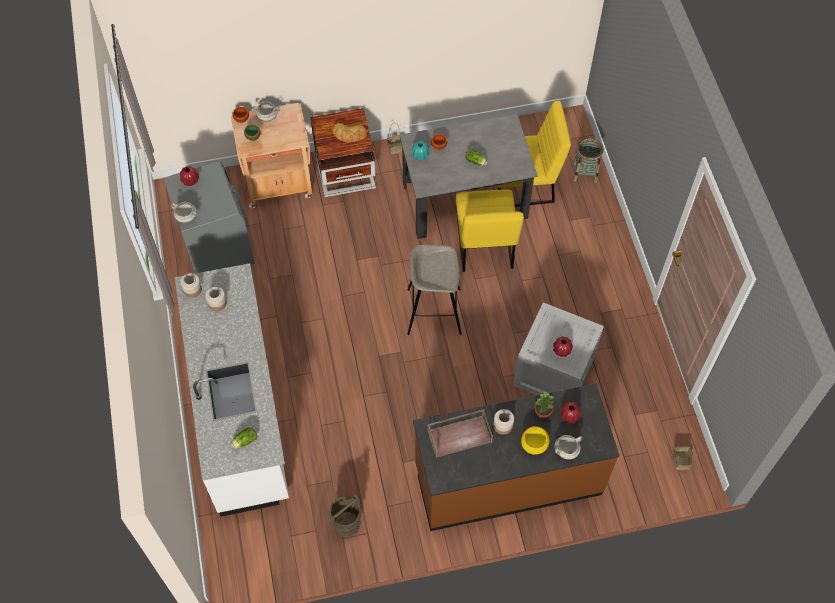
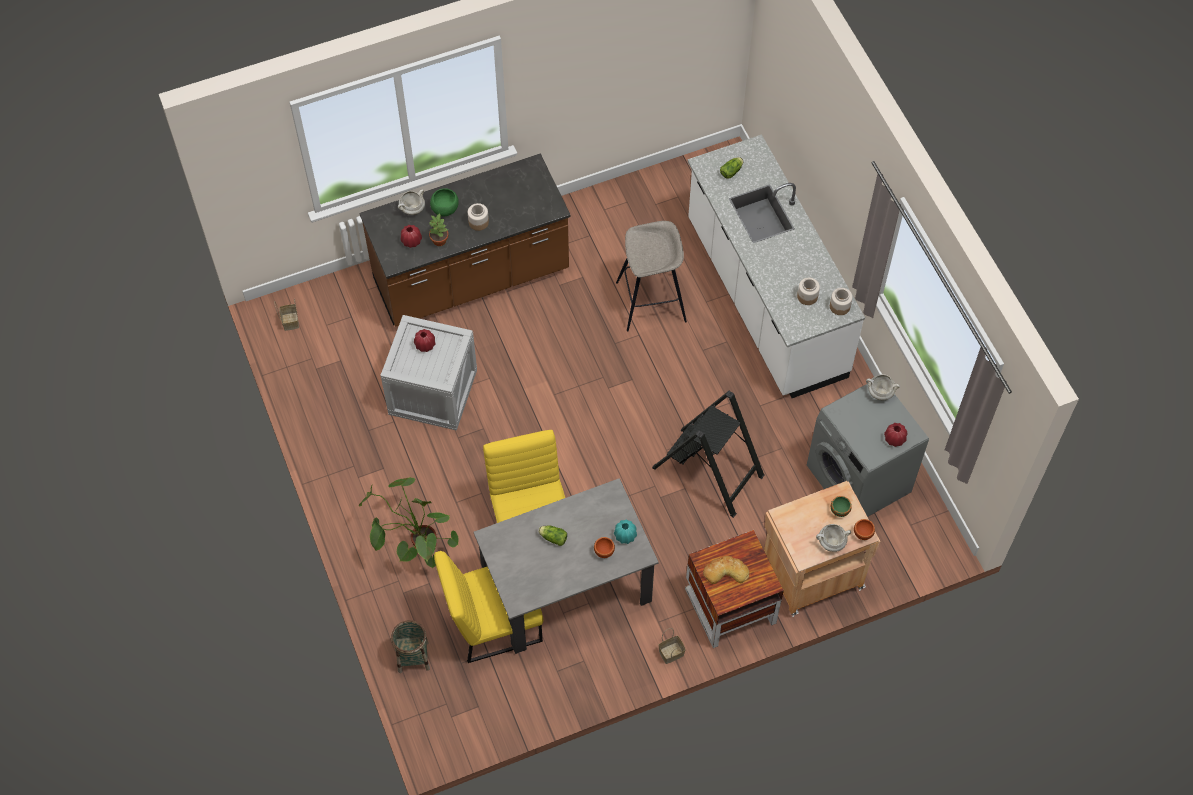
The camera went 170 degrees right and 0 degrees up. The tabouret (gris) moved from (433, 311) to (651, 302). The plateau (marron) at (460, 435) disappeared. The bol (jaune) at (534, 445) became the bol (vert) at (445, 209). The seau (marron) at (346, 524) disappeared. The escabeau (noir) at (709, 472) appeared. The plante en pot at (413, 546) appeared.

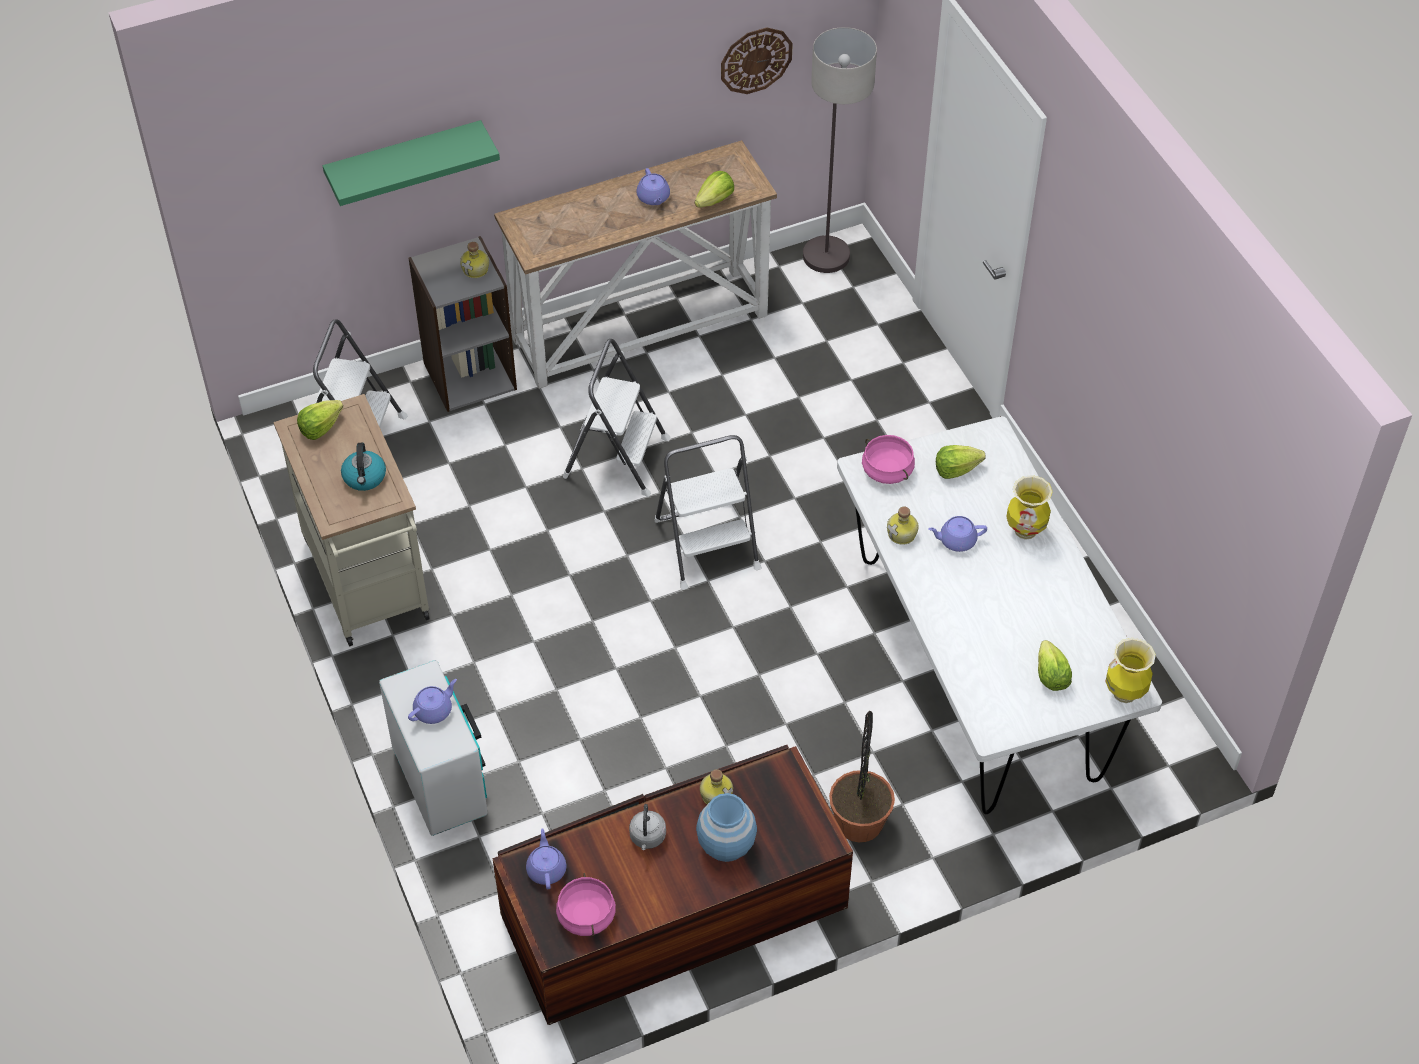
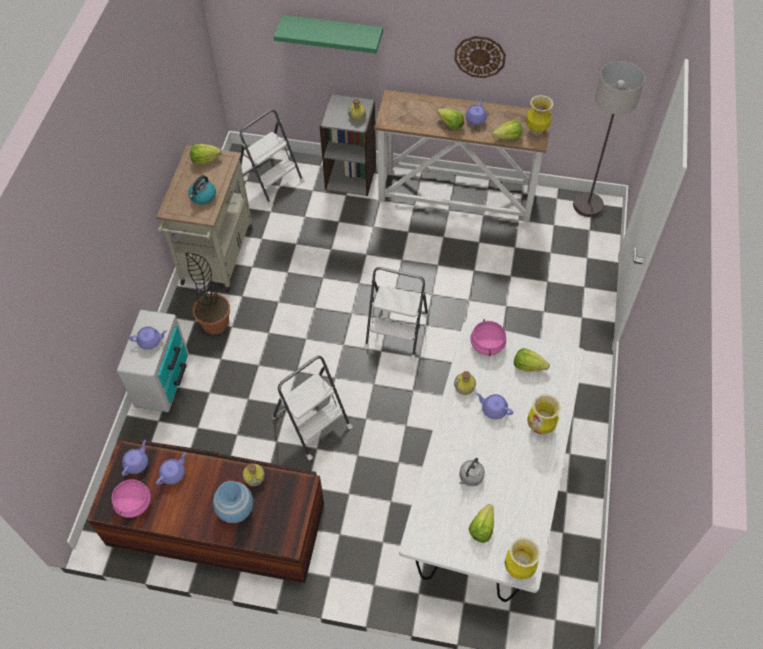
The camera went 35 degrees right and 5 degrees up. The horloge murale moved from (755, 60) to (480, 56). The escabeau (blanc) moved from (612, 456) to (310, 420). The plante en pot moved from (859, 822) to (215, 323). The bouilloire (gris) moved from (647, 838) to (470, 477). The vase at (536, 131) appeared. The laitue at (450, 125) appeared. The théière (violet) at (173, 473) appeared.

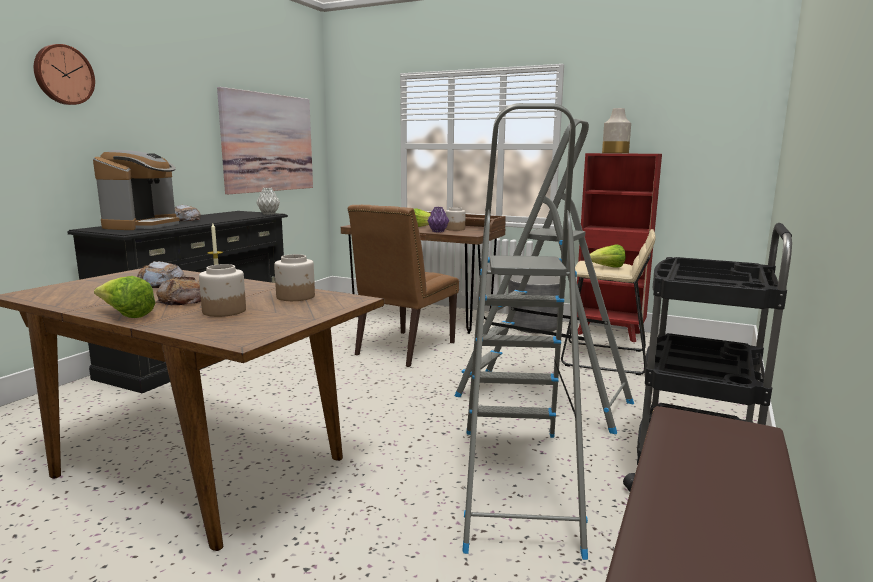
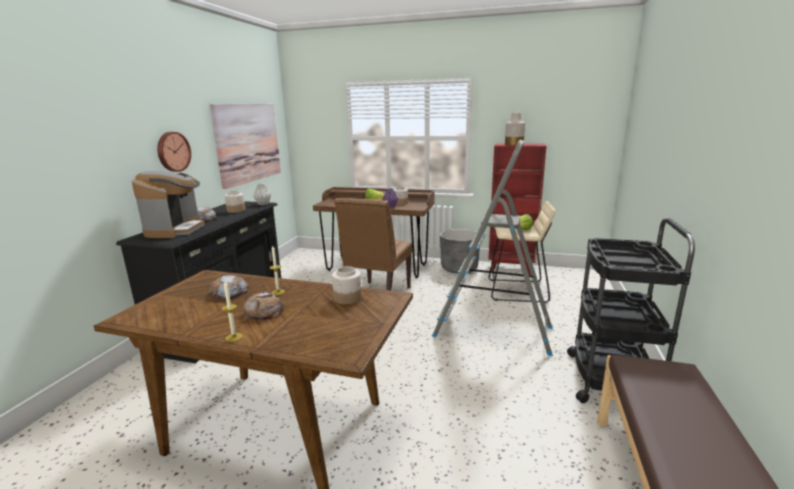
The camera went 10 degrees left and 5 degrees up. The horloge murale moved from (63, 75) to (172, 151). The escabeau (gris) at (515, 482) disappeared. The bocal moved from (224, 311) to (236, 210). The laitue at (126, 315) was replaced by the bougie at (234, 337).

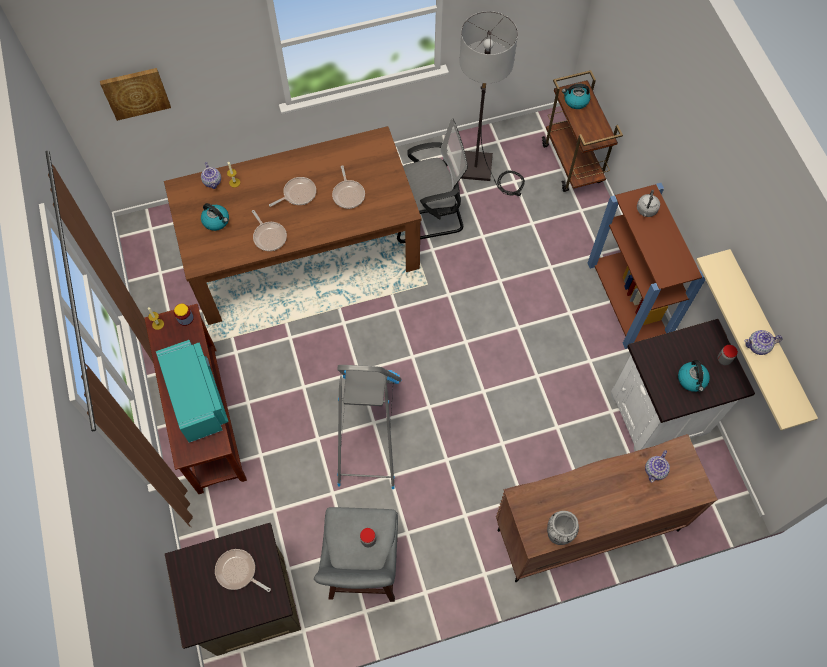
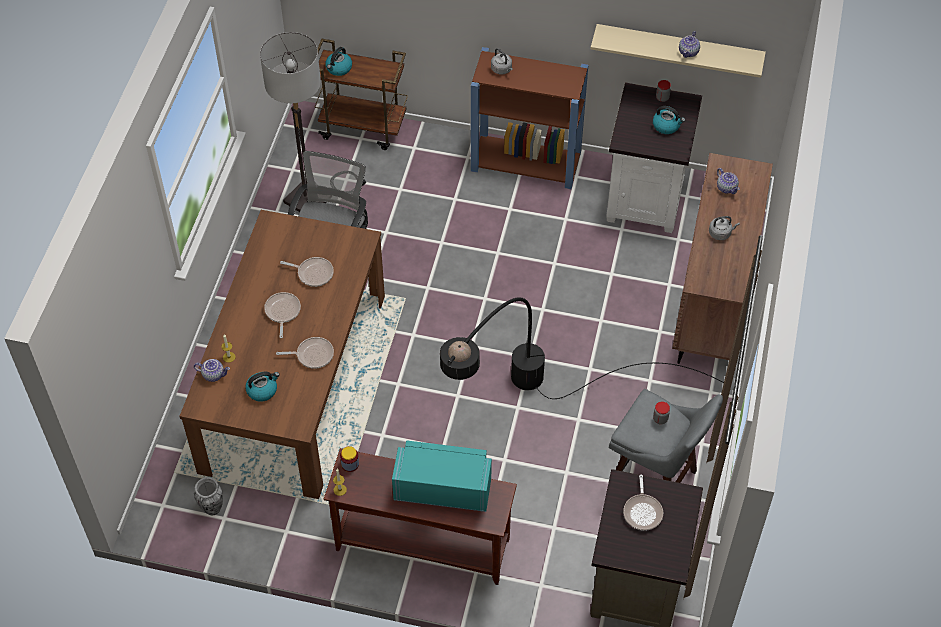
The camera went 60 degrees left and 10 degrees down. The tableau at (135, 92) disappeared. The escabeau (gris) at (370, 429) was replaced by the lampadaire (noir) at (523, 413). The vase moved from (558, 535) to (212, 508). The poêle at (238, 572) turned 60 degrees counterclockwise. The bouilloire (gris) at (721, 233) appeared.

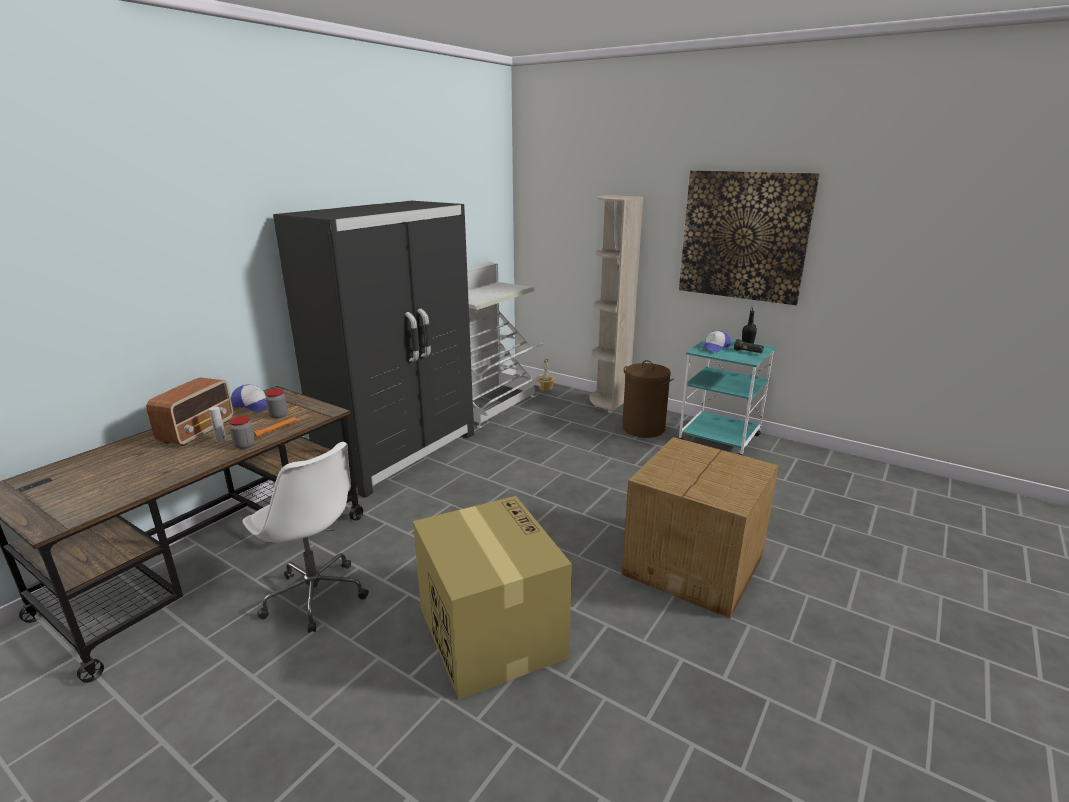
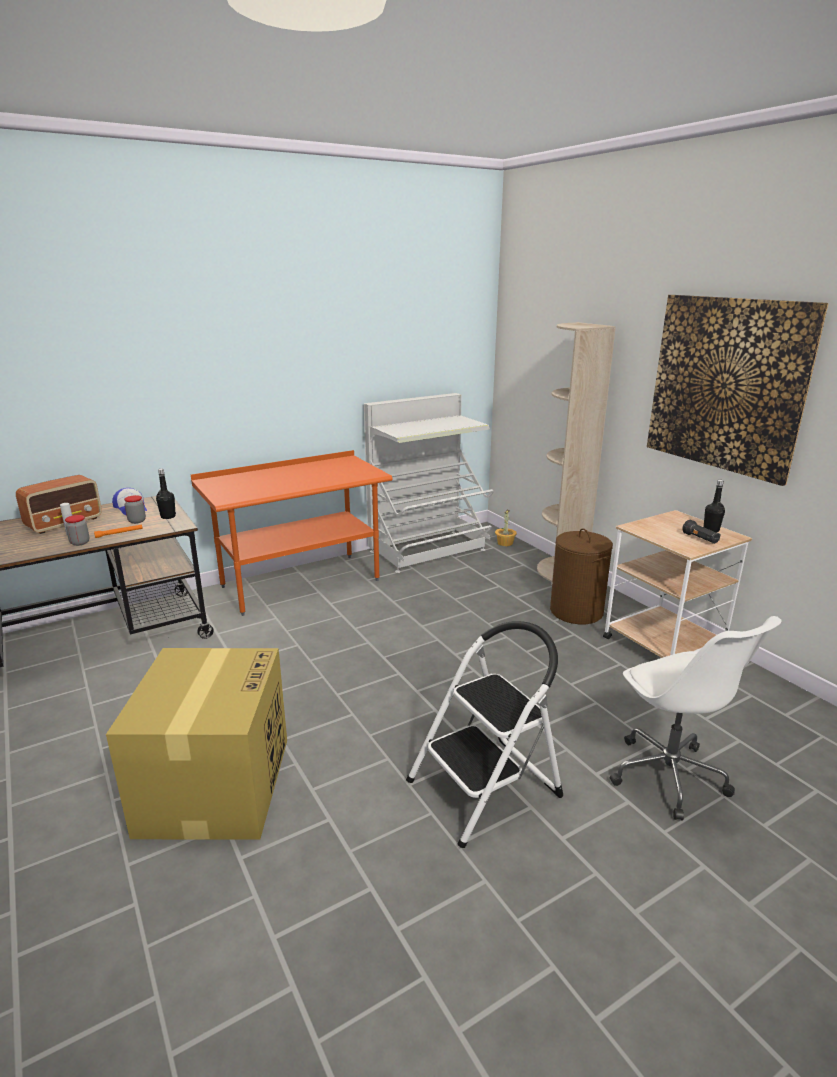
The camera went 25 degrees right and 0 degrees up. The meuble de rangement (noir) at (402, 453) was replaced by the bureau (orange) at (300, 583). The casquette at (715, 347) disappeared. The chariot (turquoise) at (720, 439) became the chariot (beige) at (664, 646). The carton at (696, 565) was replaced by the escabeau at (488, 787). The chaise de bureau (blanc) moved from (317, 598) to (670, 778). The bouteille (noir) at (168, 516) appeared.

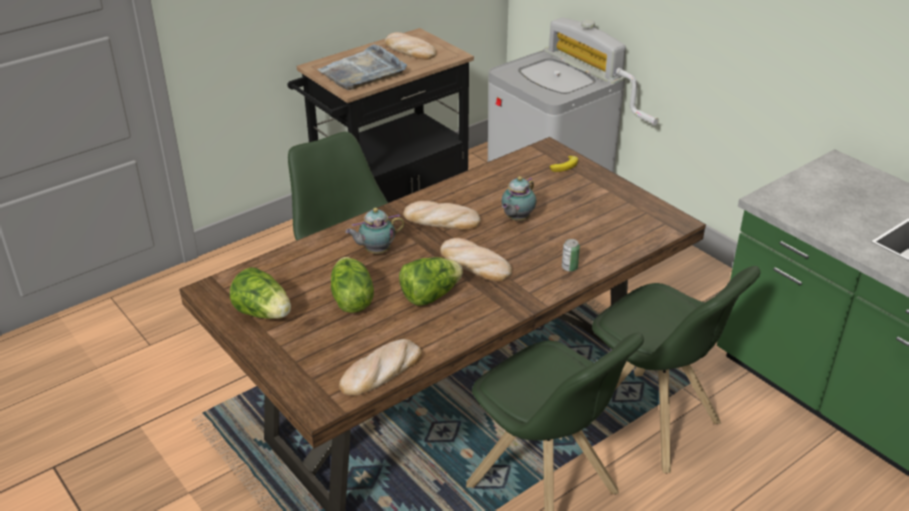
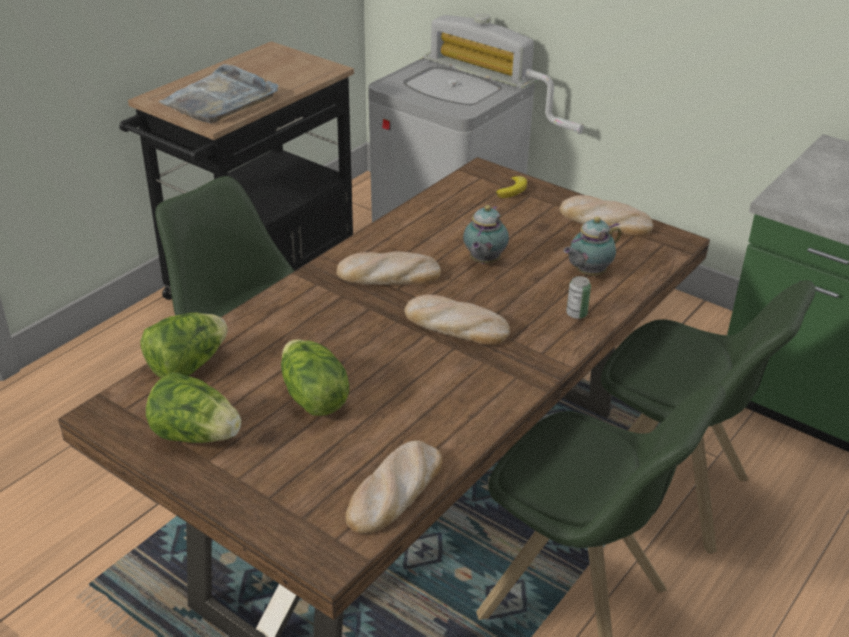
The camera went 15 degrees left and 0 degrees up. The pain moved from (409, 50) to (604, 221). The théière moved from (375, 251) to (588, 273). The laitue moved from (430, 296) to (187, 366).

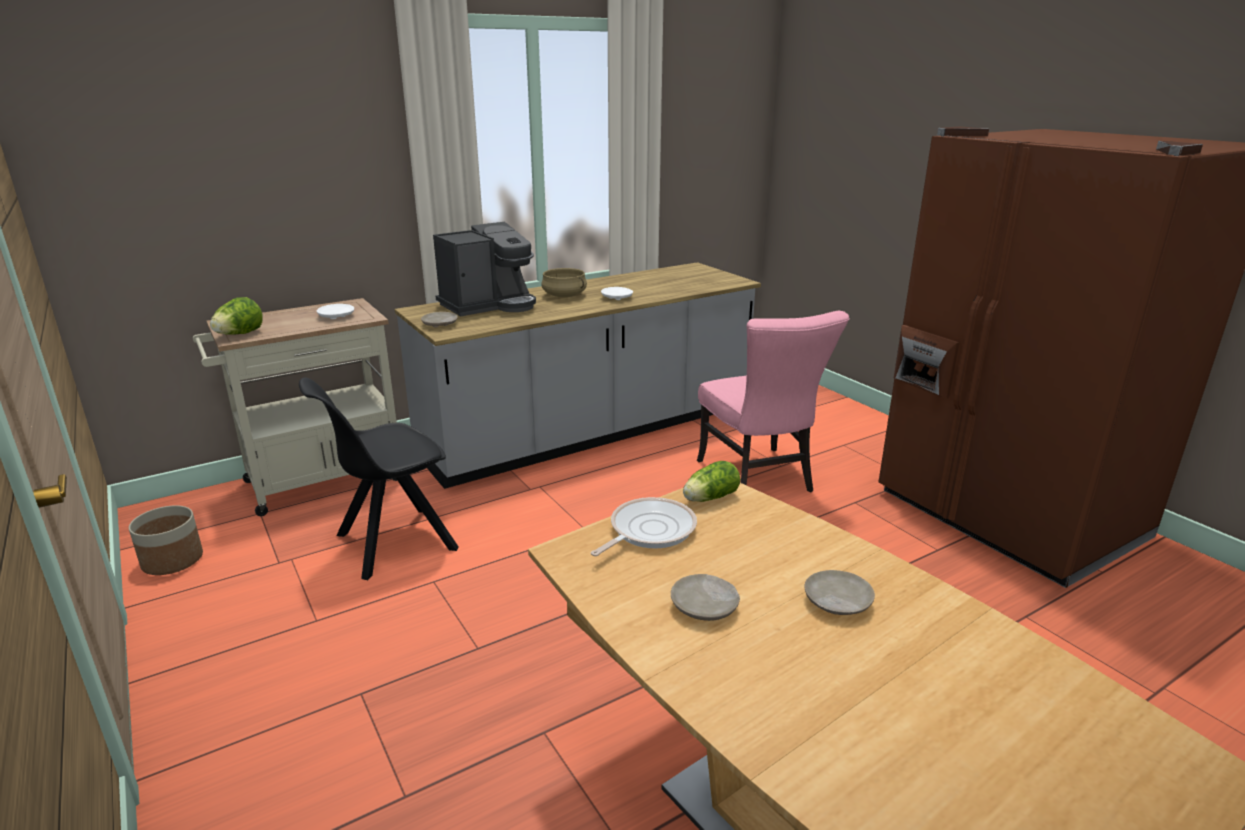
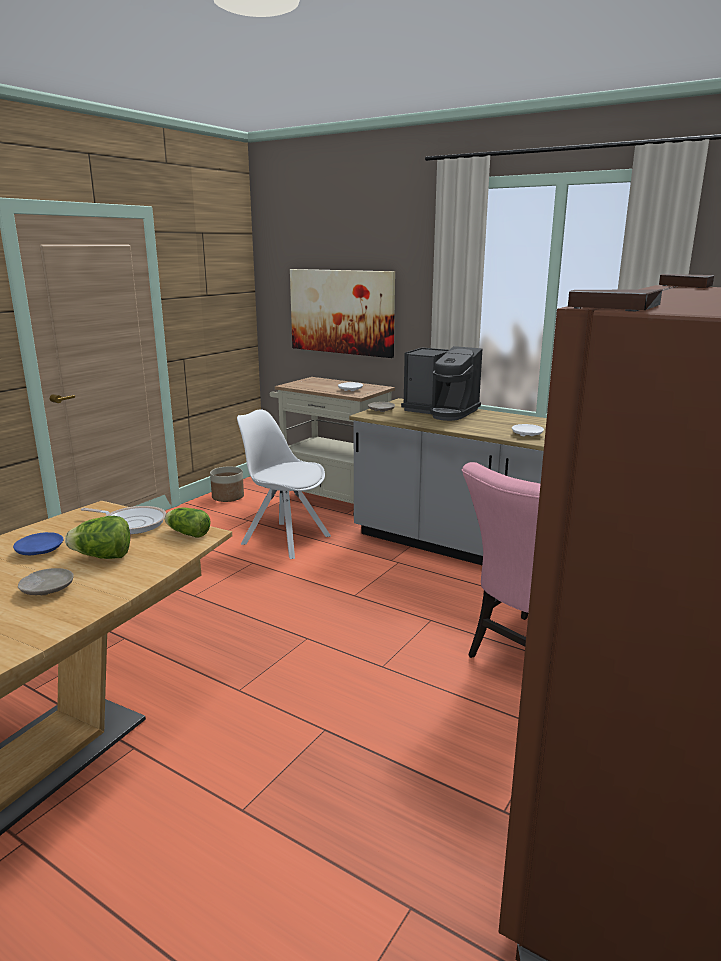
The camera went 65 degrees right and 5 degrees down. The marmite (beige) at (565, 295) disappeared. The laitue moved from (239, 334) to (103, 557). The chaise (noir) at (394, 543) became the chaise (blanc) at (285, 539). The assiette (beige) at (705, 606) became the assiette (bleu) at (39, 551). The tableau at (341, 312) appeared.

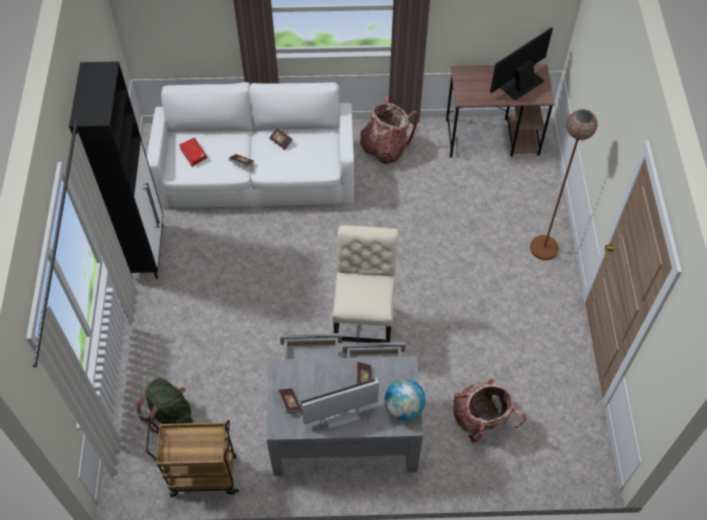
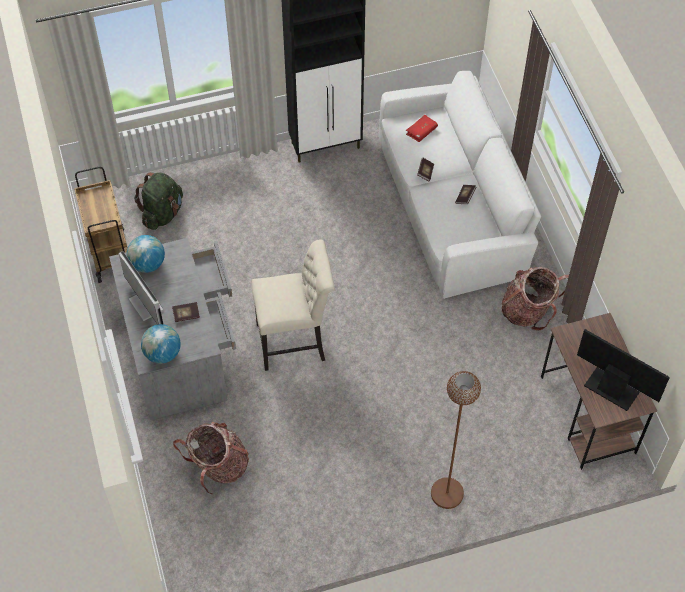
The camera went 75 degrees right and 0 degrees up. The livre at (289, 403) was replaced by the globe at (147, 264).

